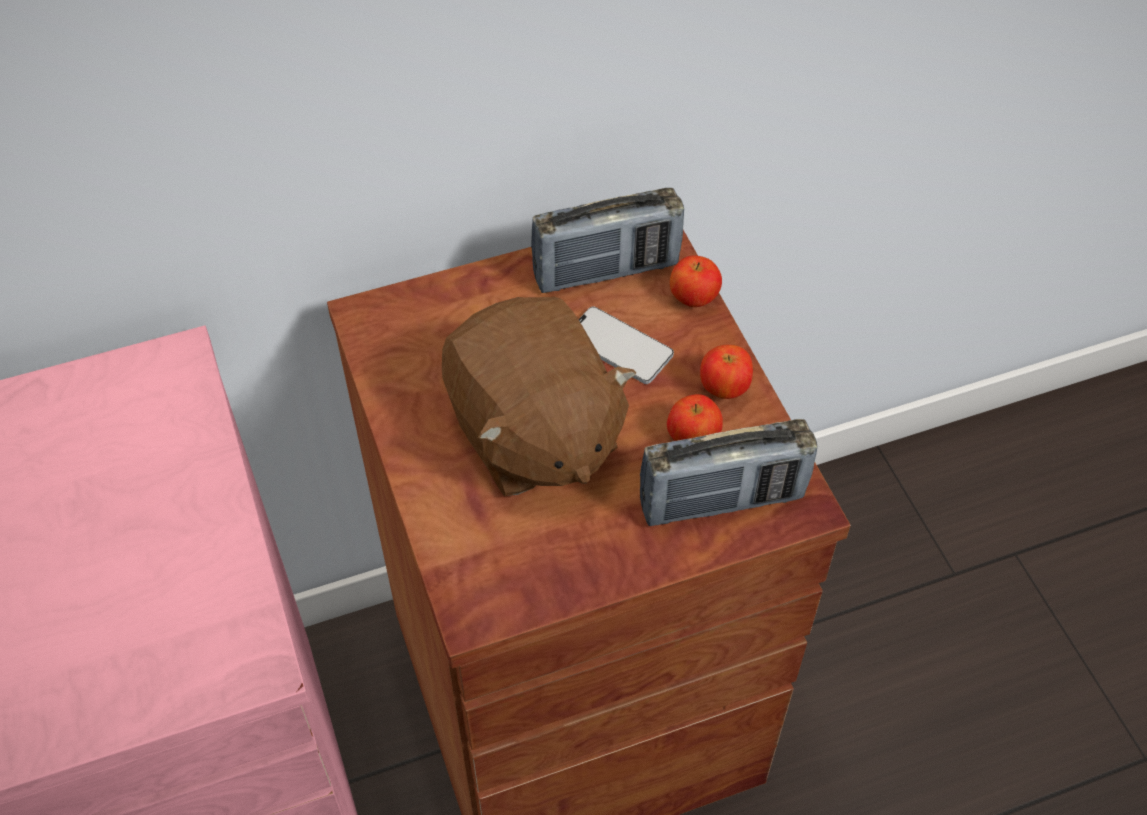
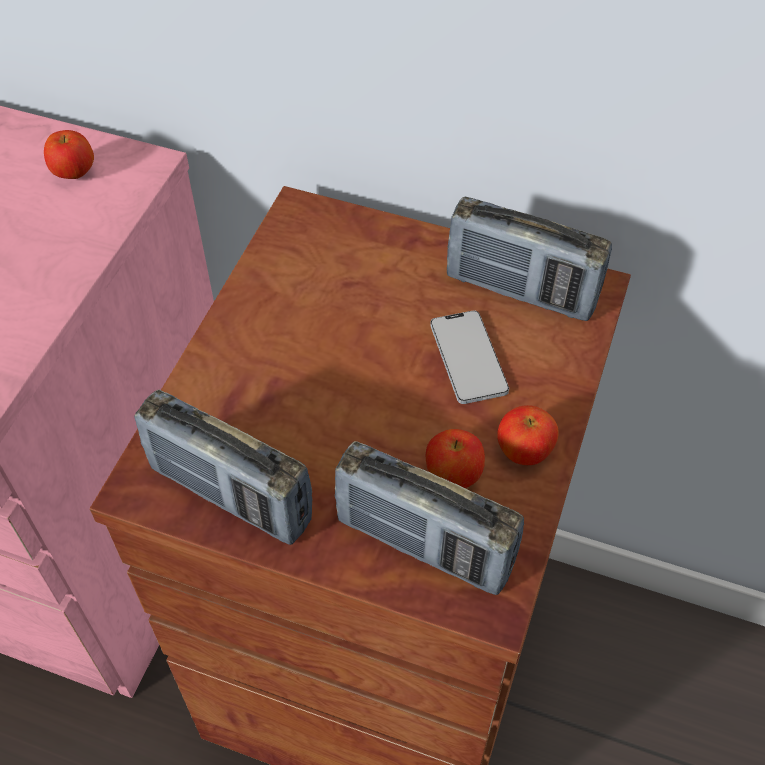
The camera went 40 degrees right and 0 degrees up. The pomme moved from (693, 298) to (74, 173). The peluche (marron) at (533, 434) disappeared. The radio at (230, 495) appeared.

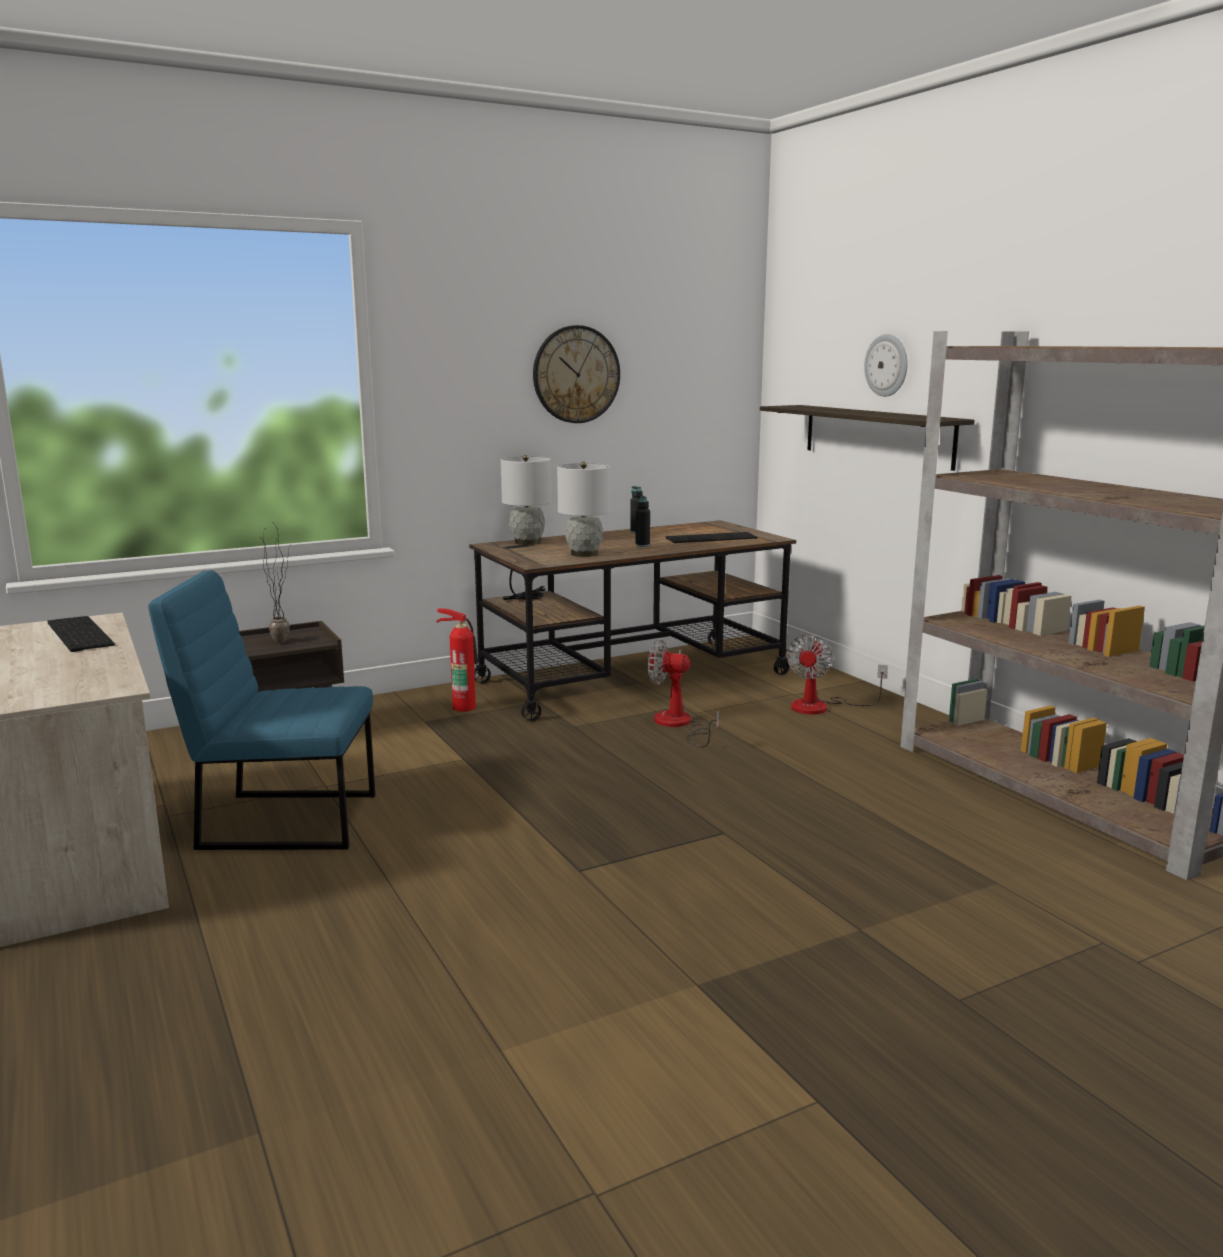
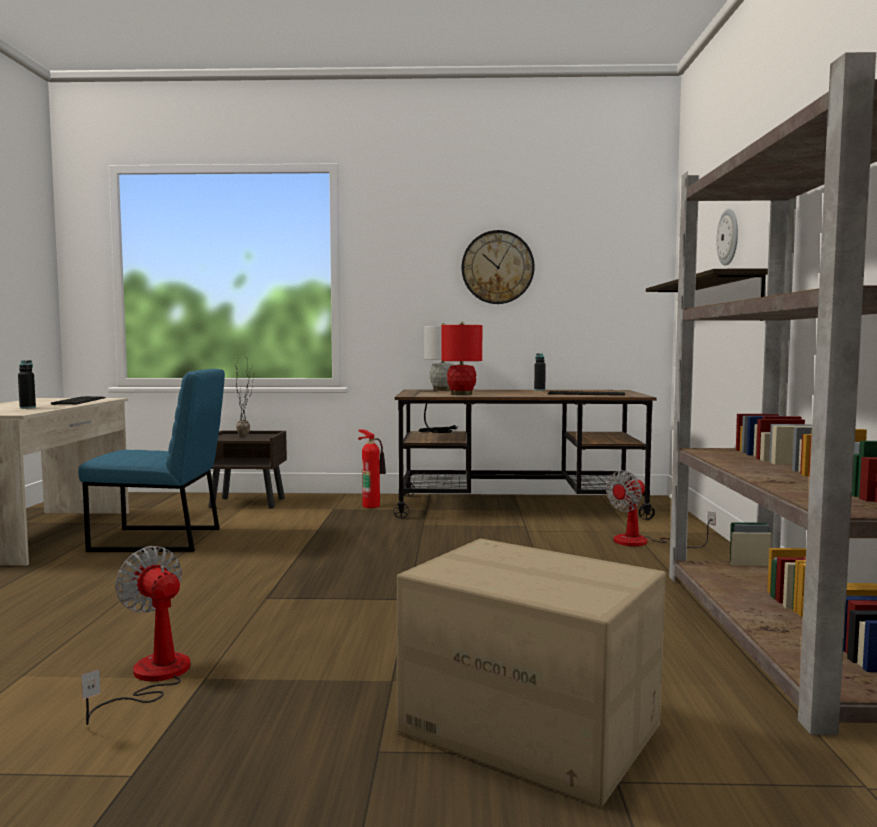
The camera went 30 degrees right and 10 degrees down. The lampe de table (blanc) at (584, 554) became the lampe de table (rouge) at (461, 394). The bouteille (noir) moved from (642, 545) to (27, 408). The chaise (bleu) at (284, 820) turned 150 degrees clockwise. The ventilateur moved from (679, 725) to (151, 678). The carton at (531, 728) appeared.

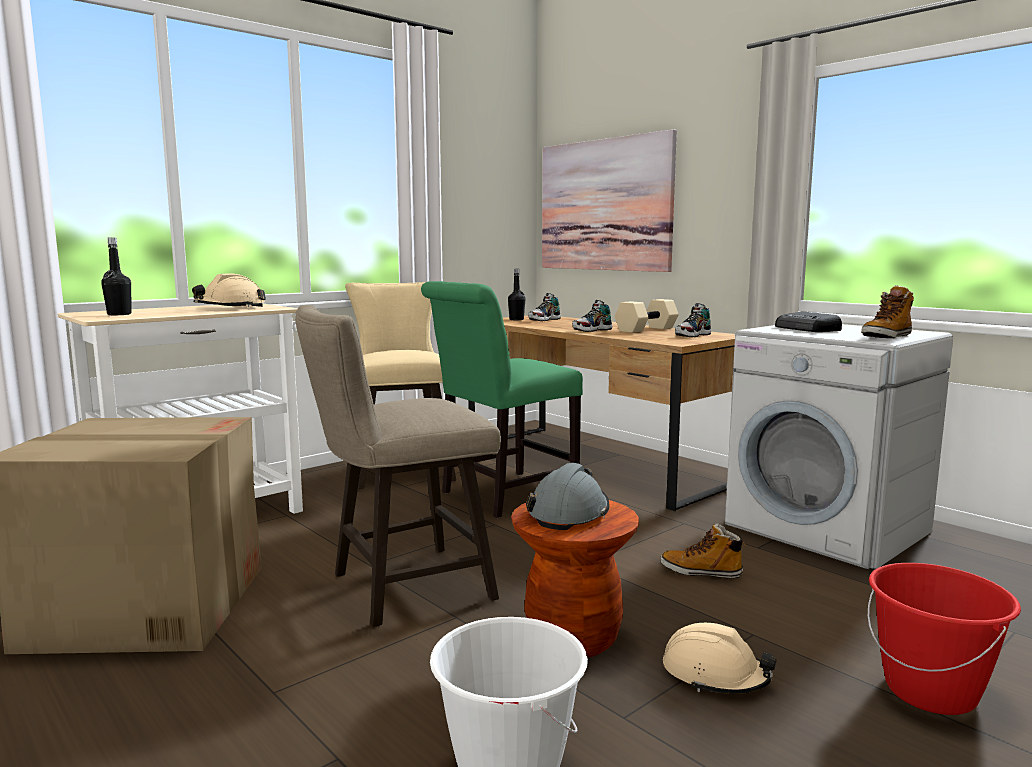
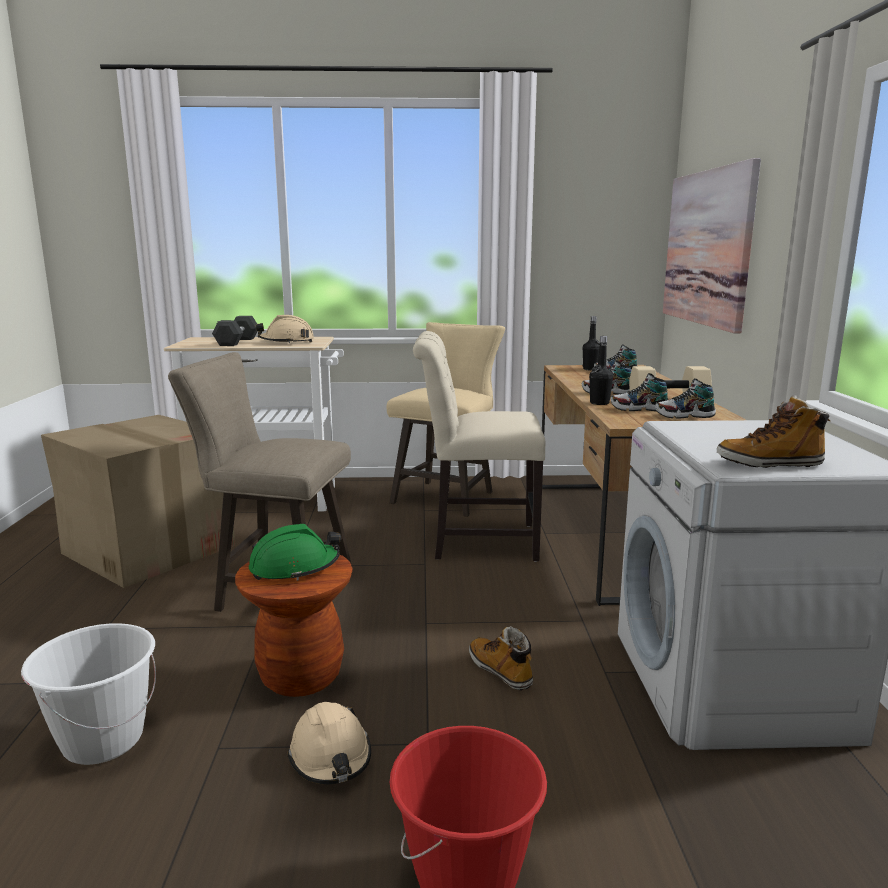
The camera went 40 degrees right and 5 degrees up. The bouteille (noir) moved from (119, 314) to (599, 403). The chaise (vert) at (501, 496) became the chaise (beige) at (476, 541). The radio at (807, 329) disappeared. The casque de chantier (gris) at (569, 513) became the casque de chantier (vert) at (294, 567). The haltère (gris) at (237, 342) appeared. The chaussure at (639, 409) appeared.

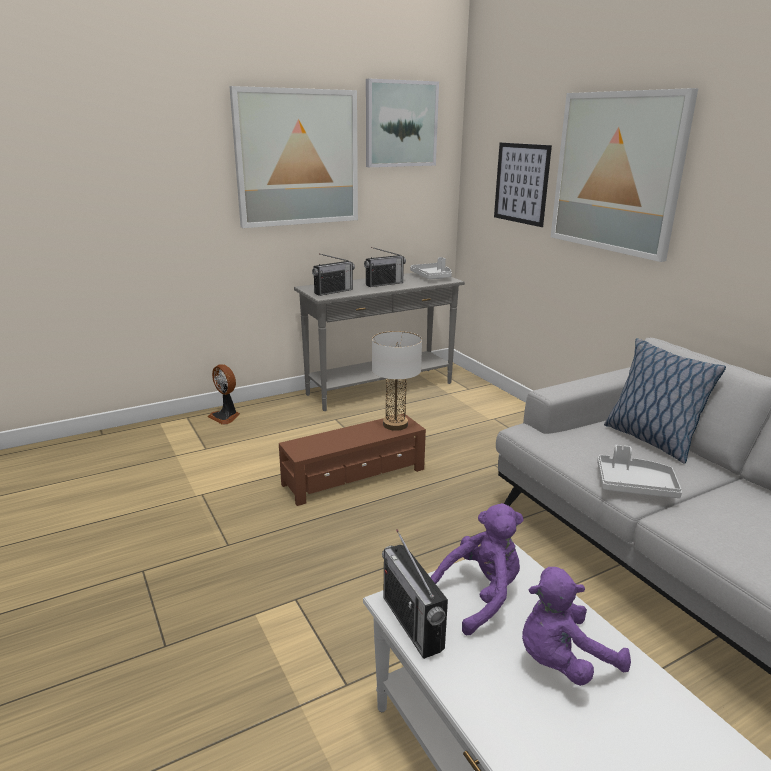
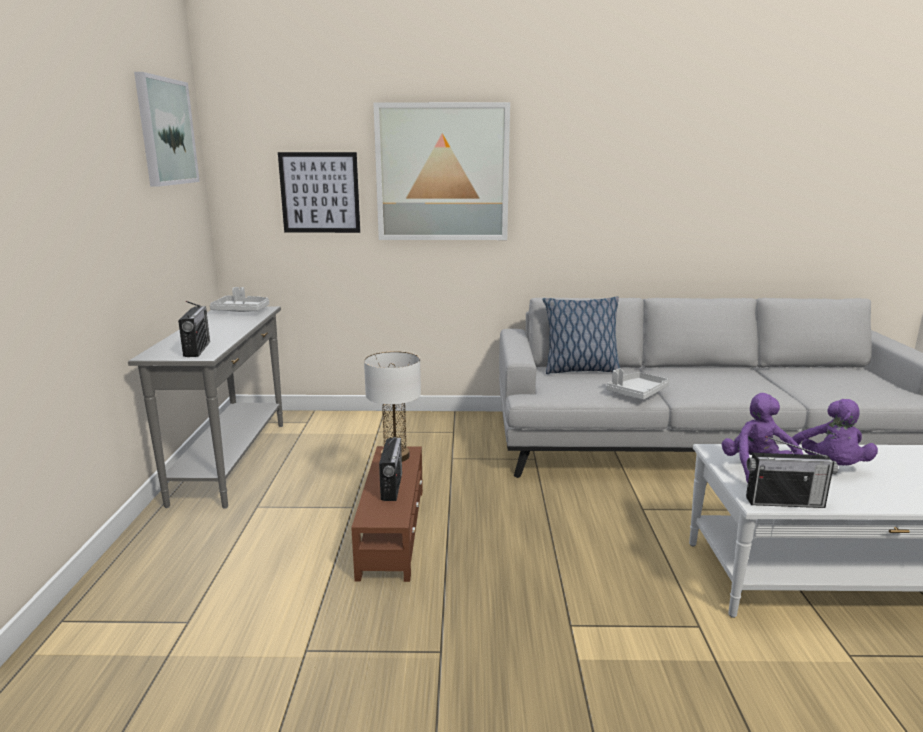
The camera went 60 degrees left and 5 degrees down. The tableau at (297, 158) disappeared. The radio moved from (384, 284) to (392, 486). The ventilateur at (226, 416) disappeared.

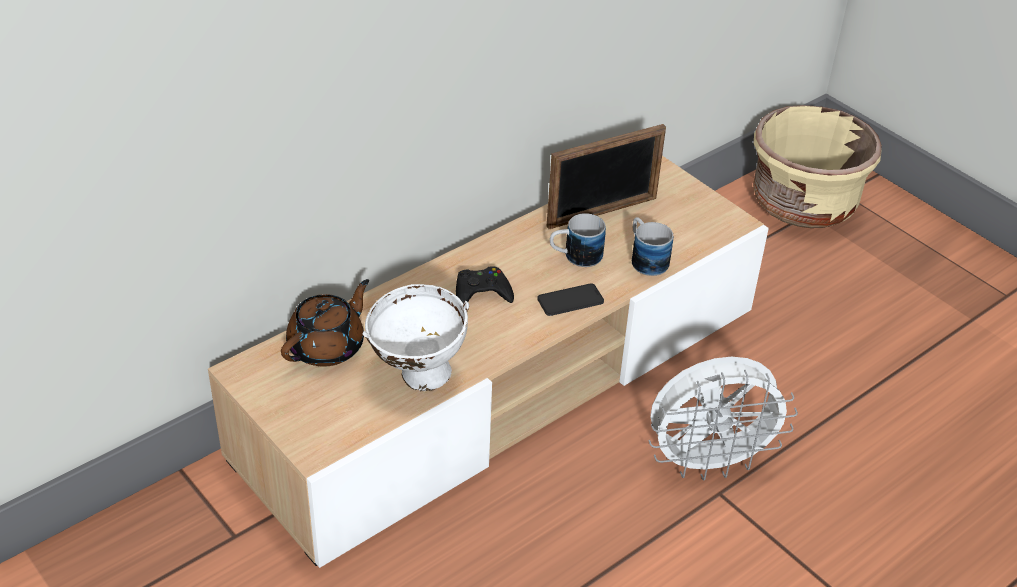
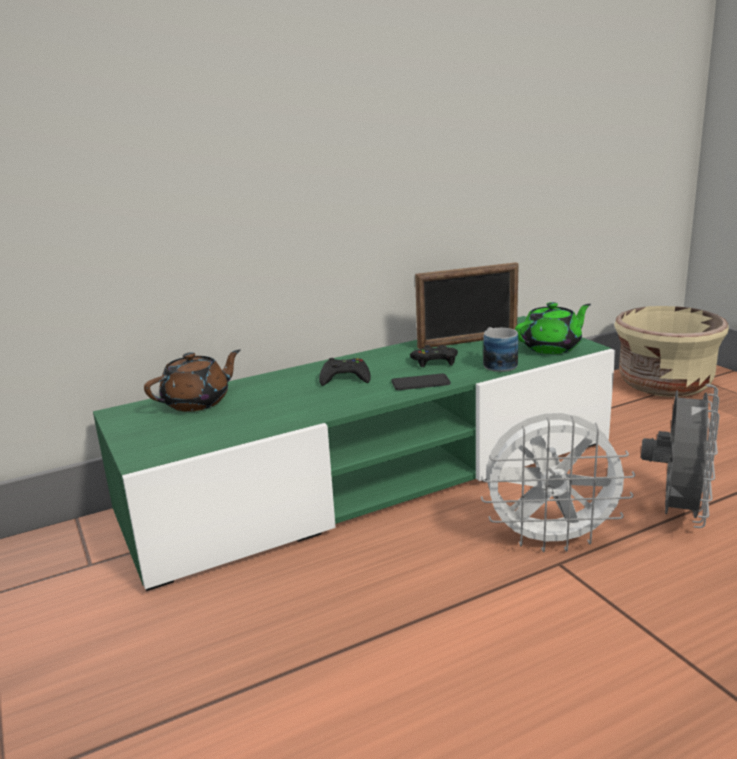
The camera went 15 degrees right and 20 degrees down. The meuble télé (beige) at (504, 383) became the meuble télé (vert) at (374, 478). The mug at (575, 256) was replaced by the manette (noir) at (435, 361). The bol (blanc) at (415, 377) disappeared. The théière (vert) at (552, 347) appeared. The ventilateur (gris) at (677, 514) appeared.

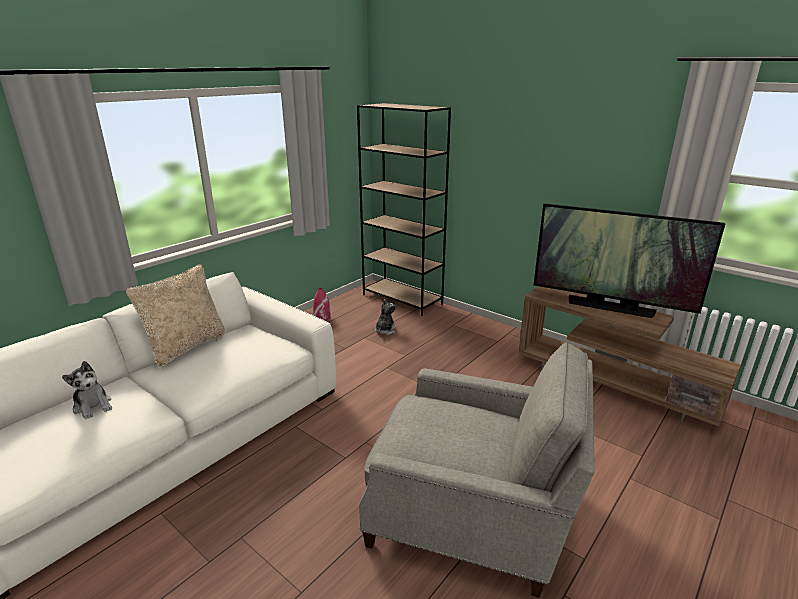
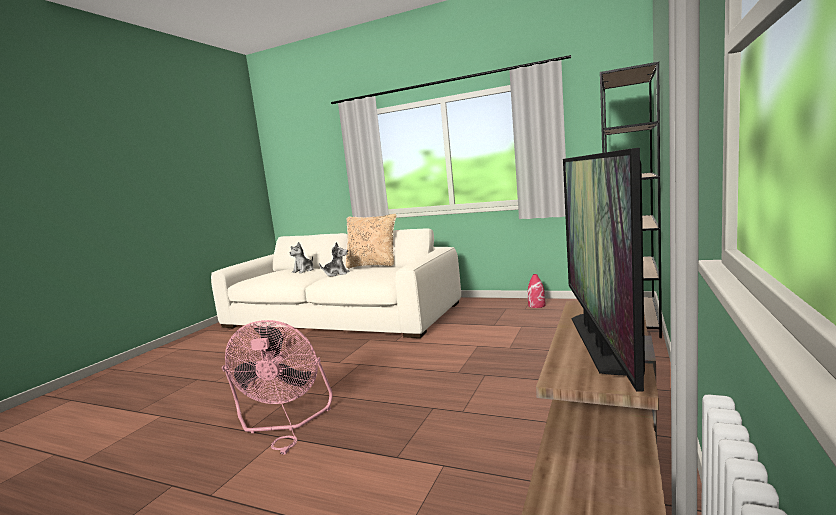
The camera went 75 degrees right and 15 degrees down. The peluche moved from (385, 330) to (337, 274). The fauteuil (gris) at (472, 510) was replaced by the ventilateur (rose) at (280, 423).

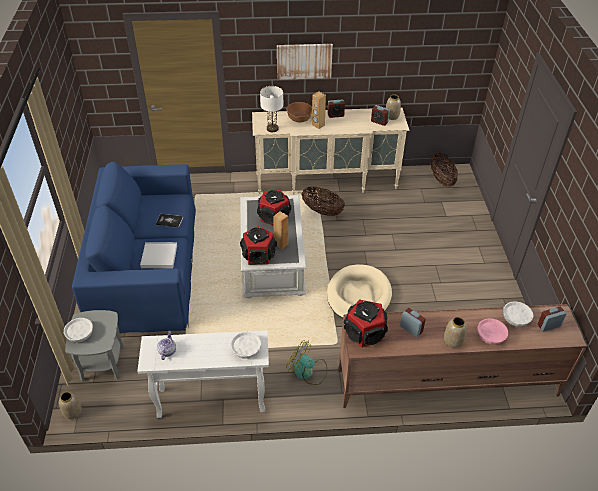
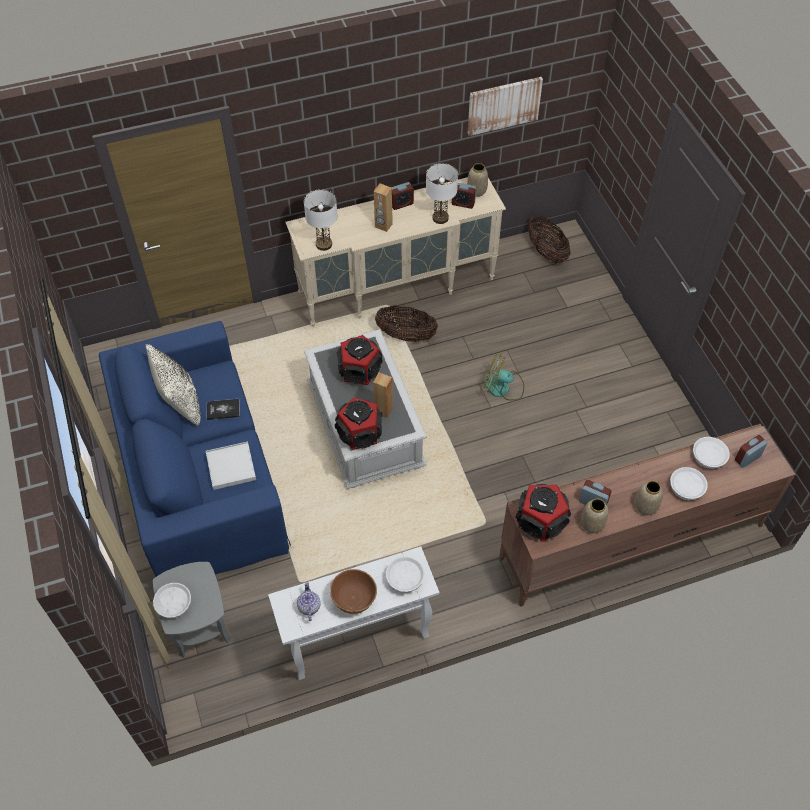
The camera went 15 degrees left and 10 degrees up. The tableau moved from (304, 61) to (503, 105). The bol (marron) moved from (299, 119) to (354, 599). The panier pour chien (beige) at (358, 296) disappeared. The bol (rose) at (490, 336) became the bol (blanc) at (686, 489). The ventilateur moved from (307, 371) to (503, 388). The vase moved from (72, 412) to (591, 524). The lampe de table at (440, 218) appeared. The coussin (beige) at (180, 403) appeared.

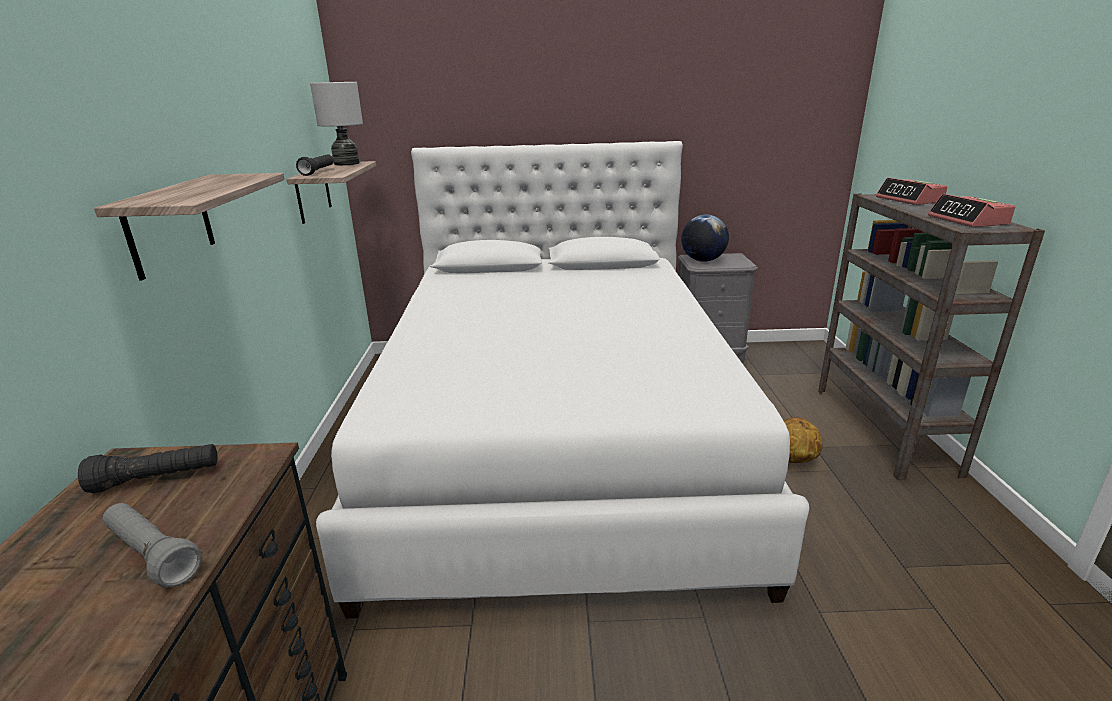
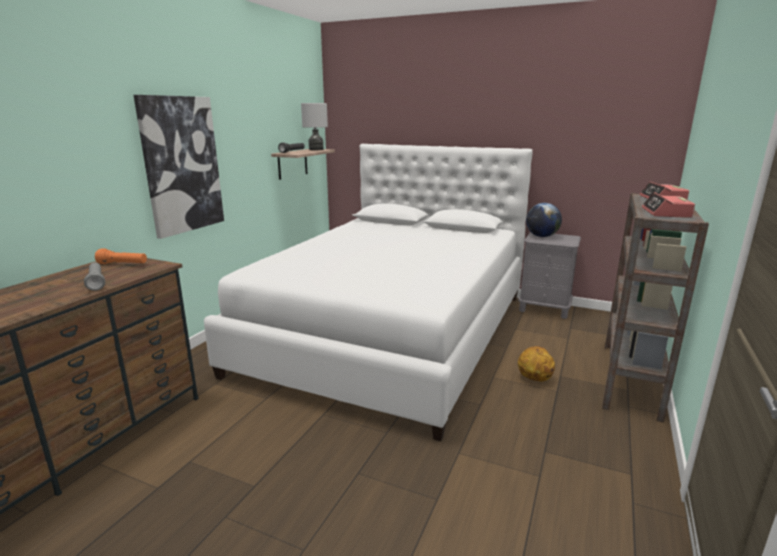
The camera went 25 degrees right and 5 degrees down. The étagère at (169, 225) was replaced by the tableau at (181, 165). The lampe de poche (noir) at (157, 479) became the lampe de poche (orange) at (123, 264).

